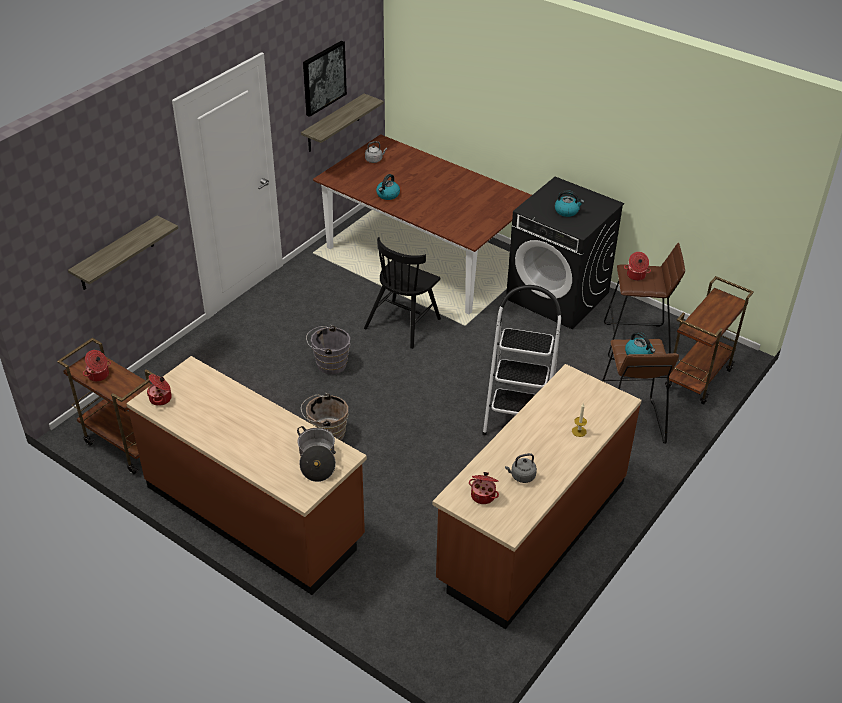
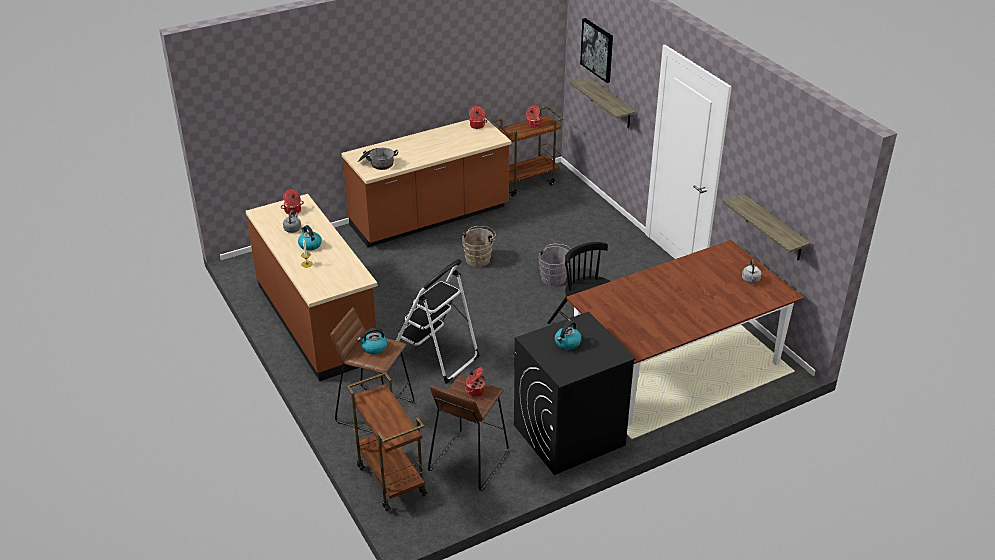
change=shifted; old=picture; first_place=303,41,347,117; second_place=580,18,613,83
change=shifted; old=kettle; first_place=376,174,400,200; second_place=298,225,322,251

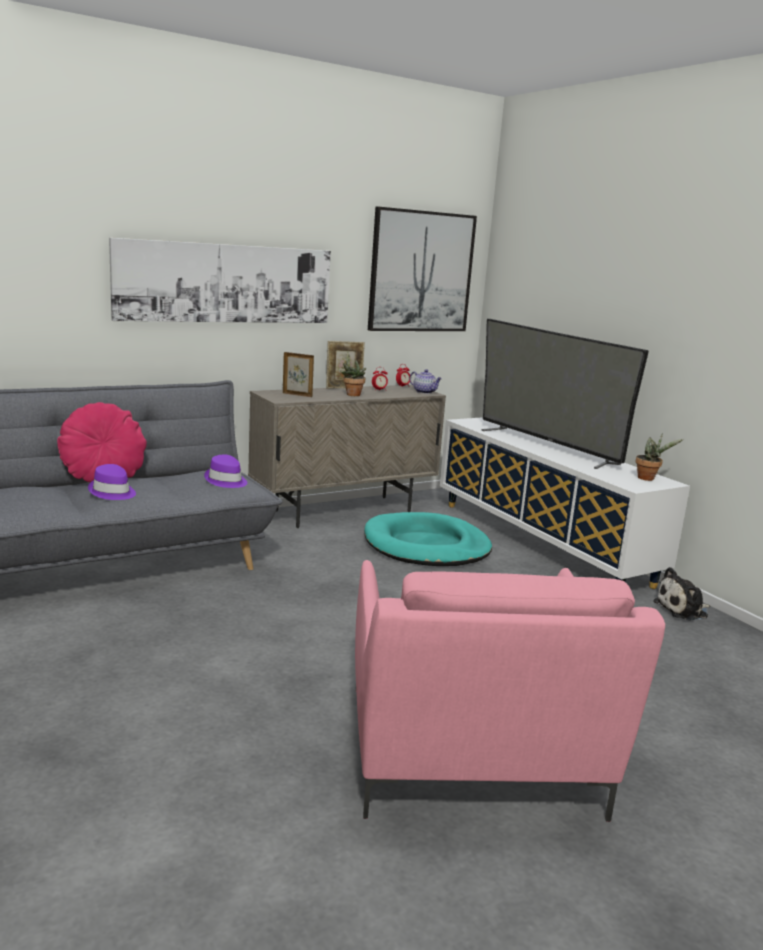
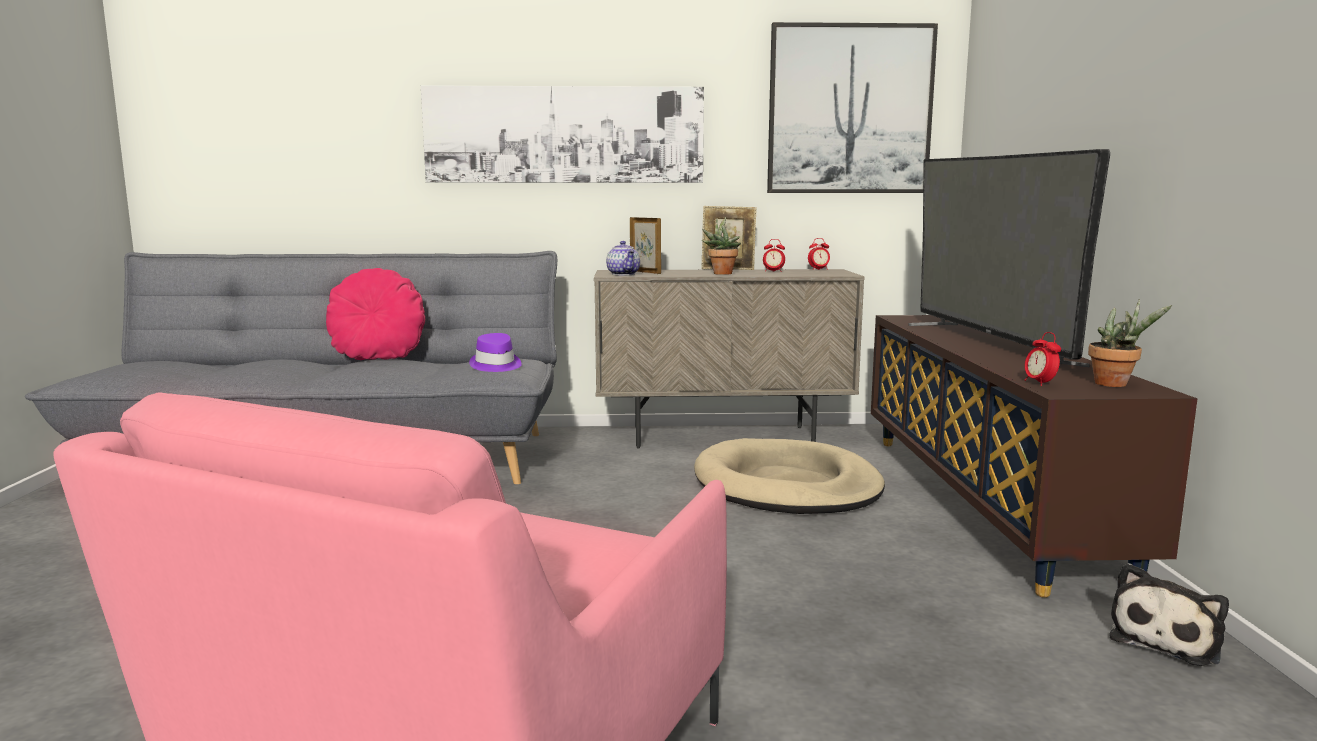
change=gone; old=purple hat; first_place=88,464,136,500
change=new; new=alarm clock; second_place=1025,332,1061,386
change=shifted; old=teapot; first_place=409,369,442,394; second_place=606,241,640,276
change=repainted; old=turquoise dog bed; new=beige dog bed; first_place=364,512,492,566; second_place=694,438,885,514
change=repainted; old=white tv stand; new=brown tv stand; first_place=440,417,690,589; second_place=871,315,1198,598
change=rotated; old=plush toy; first_place=653,567,710,620; second_place=1109,563,1229,666; degrees=-60

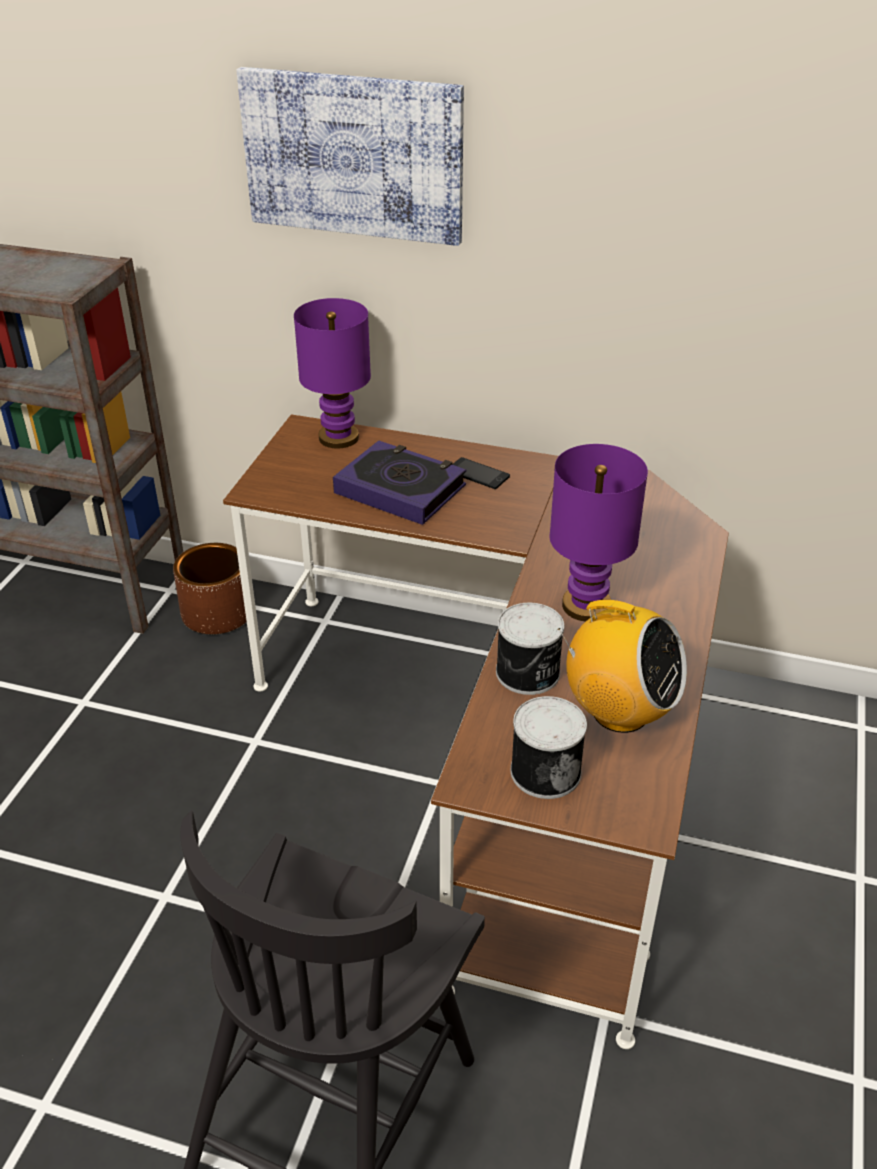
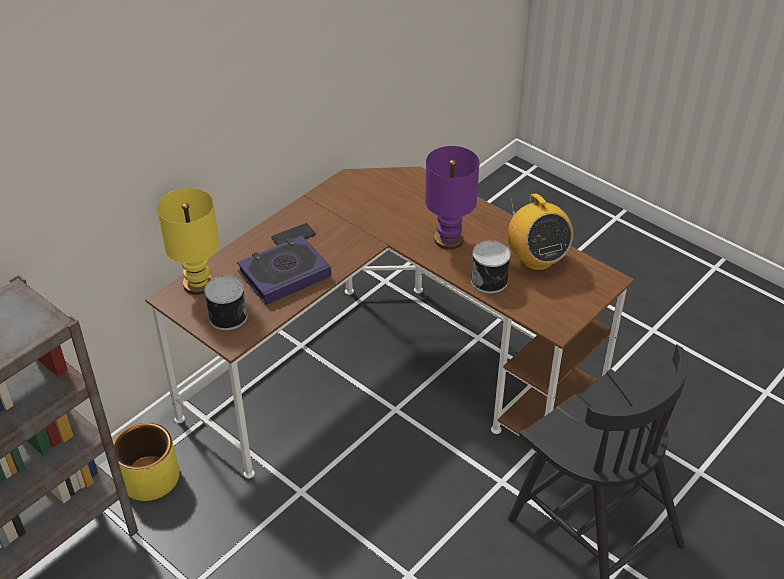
change=gone; old=picture; first_place=237,67,464,246
change=shifted; old=can; first_place=511,696,587,799; second_place=204,275,247,330
change=repainted; old=brown planter; new=yellow planter; first_place=173,543,247,635; second_place=113,422,179,501
change=repainted; old=purple table lamp; new=yellow table lamp; first_place=294,298,371,448; second_place=157,188,219,295
change=rotated; old=radio; first_place=558,600,687,733; second_place=508,194,573,271; degrees=105

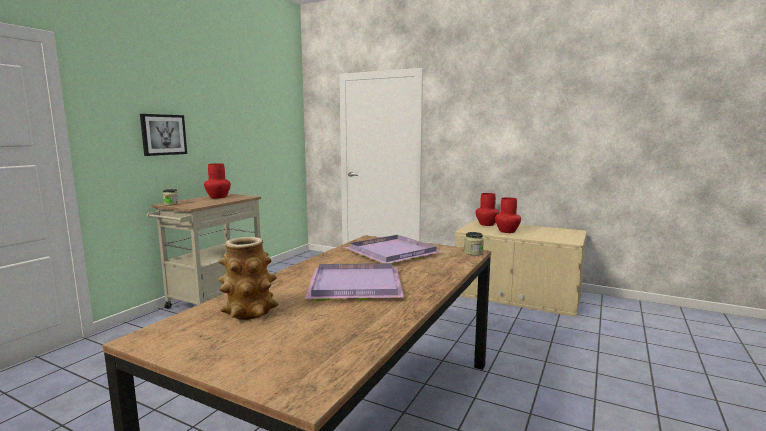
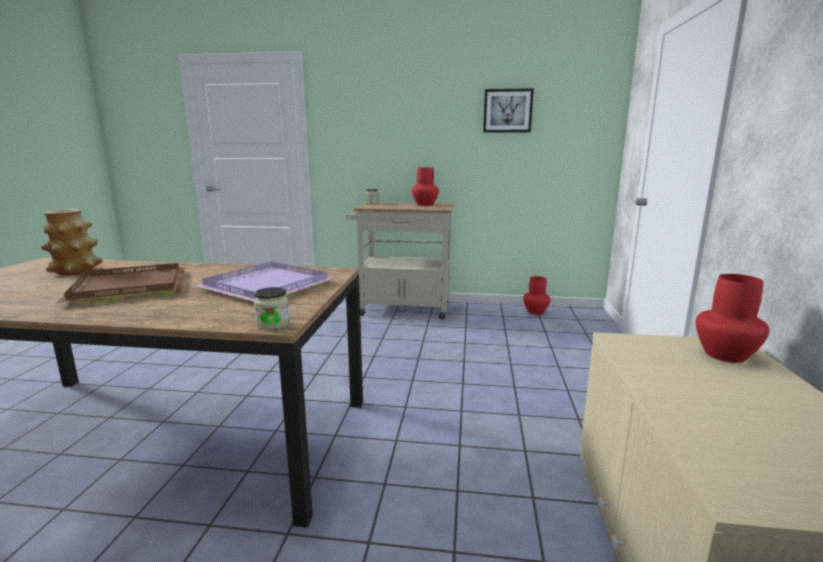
change=shifted; old=picture; first_place=140,114,187,156; second_place=483,88,534,133
change=shifted; old=red vase; first_place=495,197,521,233; second_place=523,276,550,314
change=repainted; old=purple tray; new=brown tray; first_place=305,263,404,301; second_place=56,263,185,303

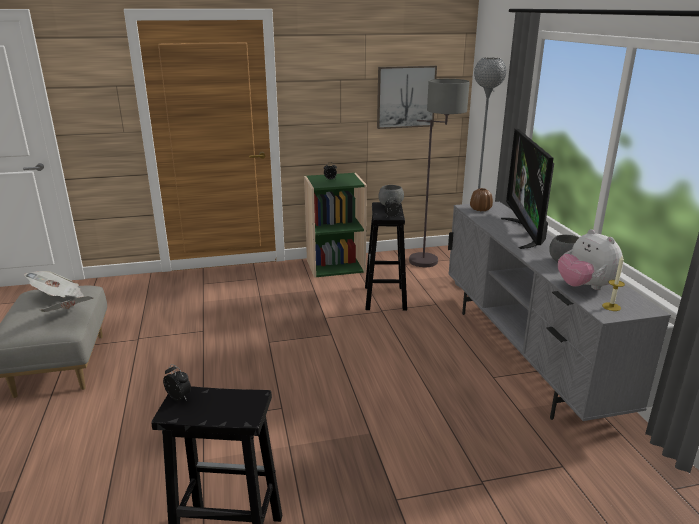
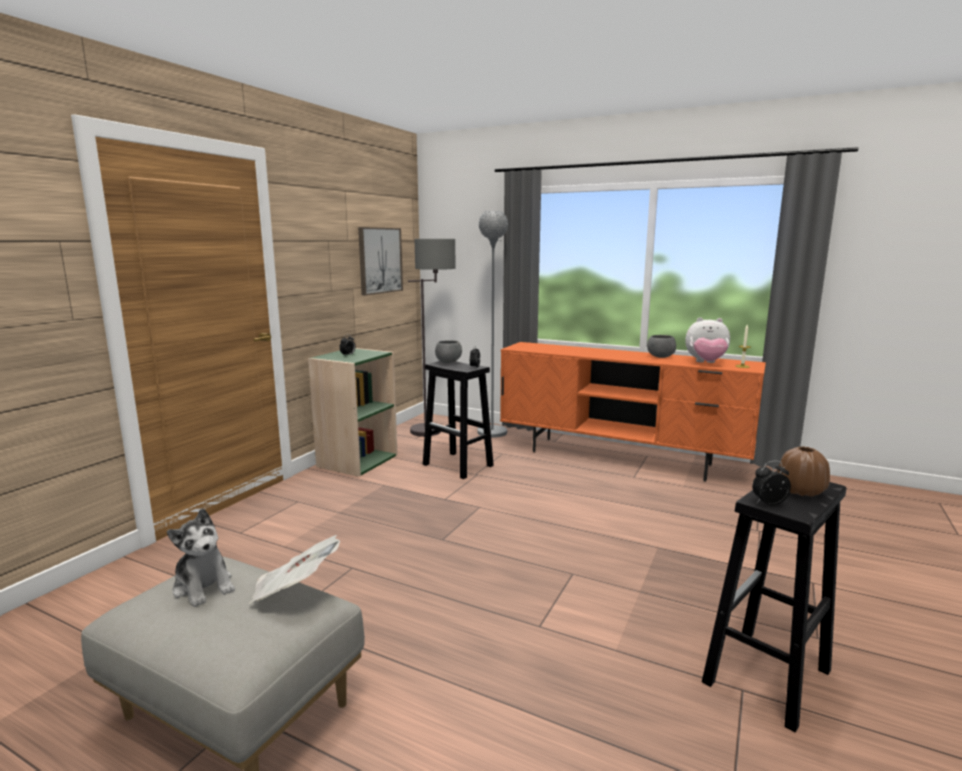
change=gone; old=television; first_place=501,129,554,249
change=shifted; old=brown vase; first_place=470,188,493,211; second_place=777,447,830,497
change=swapped; old=newspaper; new=plush toy; first_place=24,271,84,297; second_place=167,508,235,607
change=repainted; old=grey tv stand; new=orange tv stand; first_place=448,202,671,421; second_place=500,342,766,482

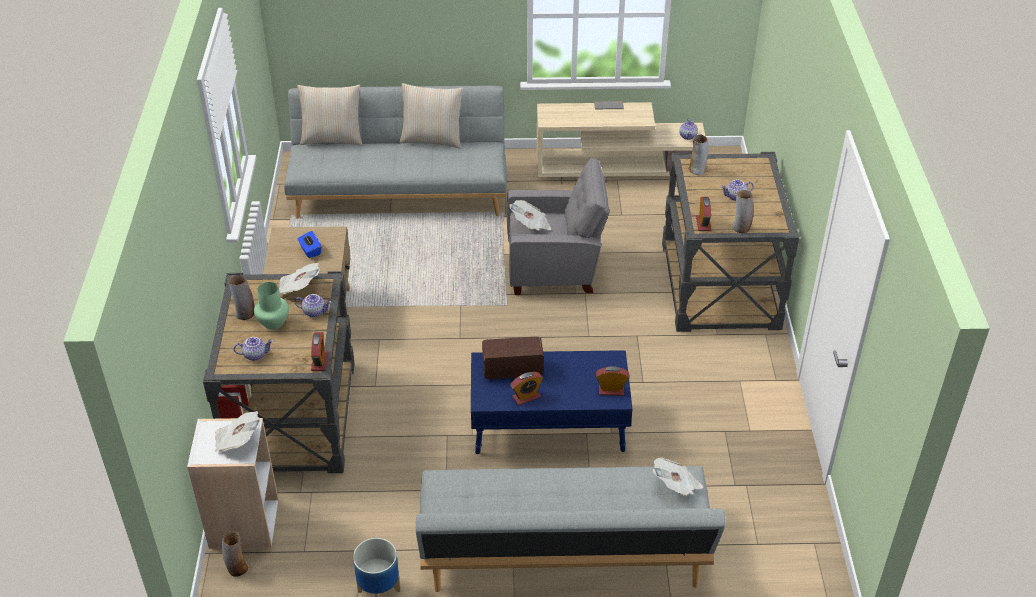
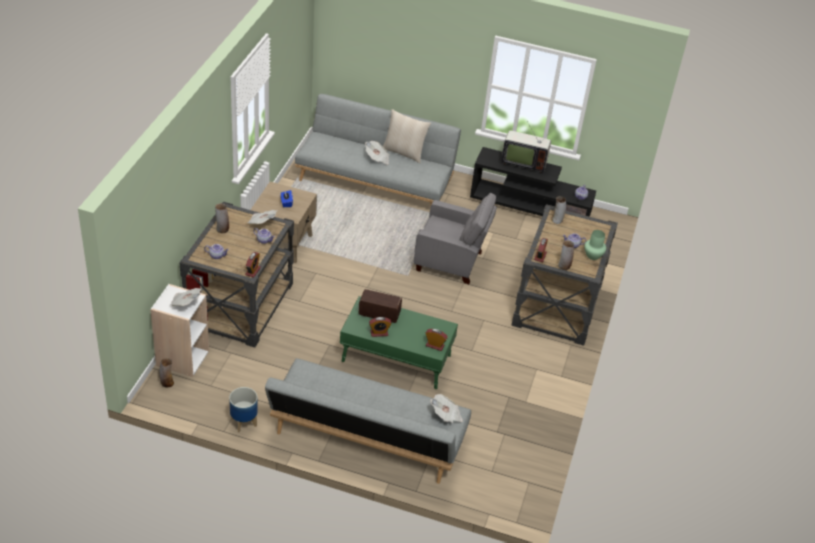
change=gone; old=beige pillow; first_place=297,85,363,146
change=new; new=television; second_place=501,123,551,173
change=shifted; old=green vase; first_place=254,282,289,330; second_place=584,230,606,260
change=shifted; old=newspaper; first_place=509,200,551,231; second_place=365,141,389,165
change=repainted; old=blue coffee table; new=green coffee table; first_place=471,350,633,454; second_place=340,296,458,389
change=repainted; old=beige tv stand; new=black tv stand; first_place=537,101,706,184; second_place=470,147,596,217

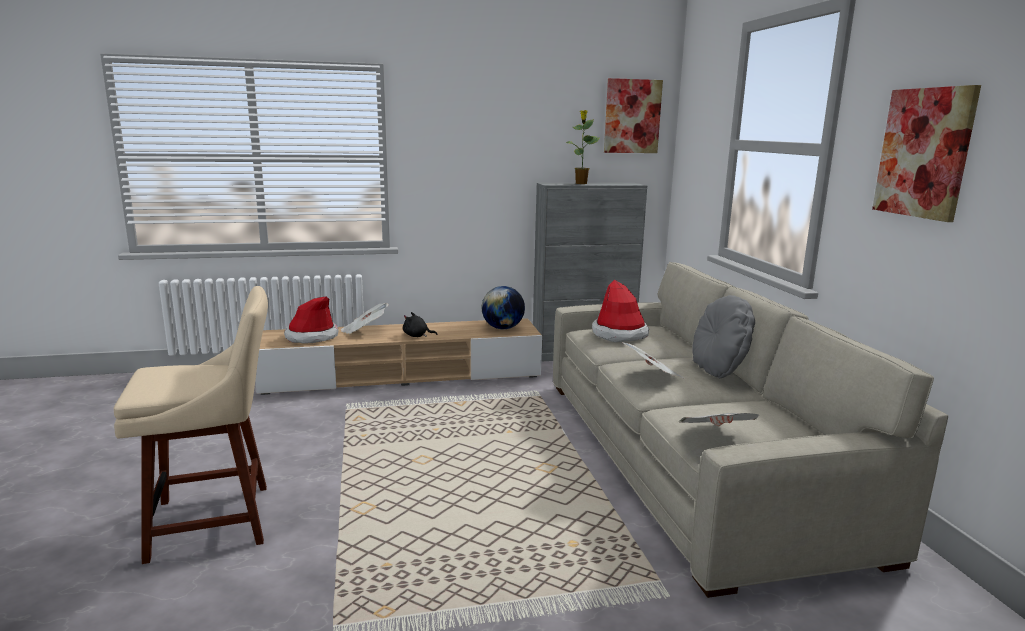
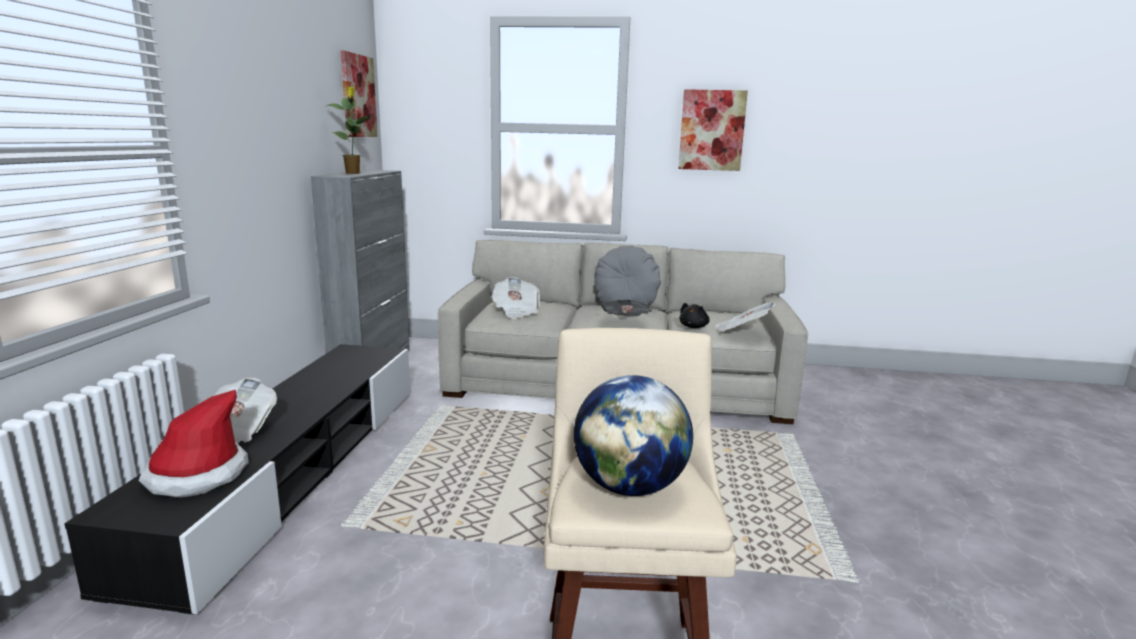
change=shifted; old=black plush toy; first_place=403,312,438,337; second_place=680,303,710,328
change=shifted; old=globe; first_place=482,286,525,329; second_place=574,375,693,496
change=swapped; old=hat; new=newspaper; first_place=592,280,649,342; second_place=491,277,540,319
change=repainted; old=beige tv stand; new=black tv stand; first_place=255,318,542,395; second_place=64,344,410,615

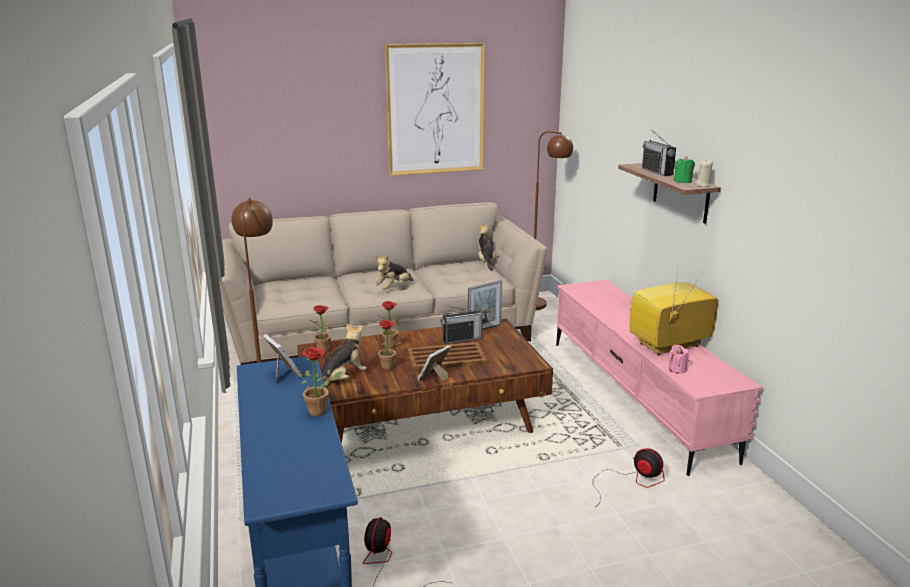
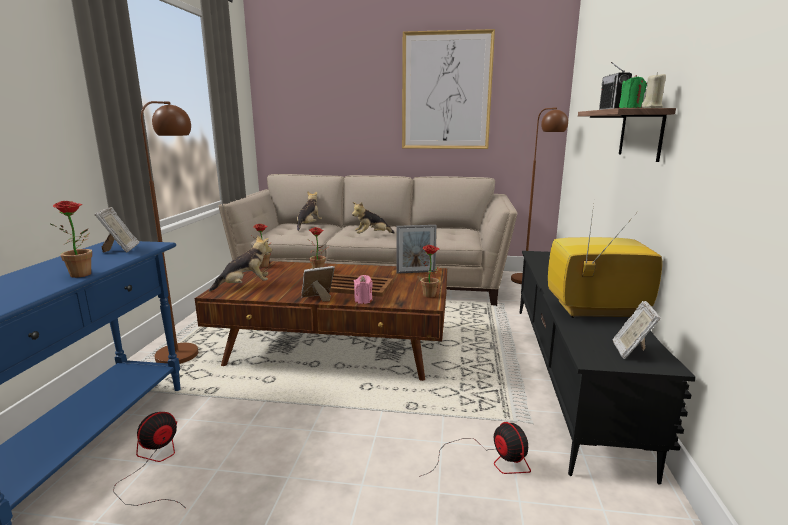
change=gone; old=radio; first_place=440,306,485,344
change=new; new=picture frame; second_place=612,301,661,359
change=shifted; old=potted plant; first_place=375,320,401,370; second_place=419,245,440,298
change=shifted; old=plush toy; first_place=478,224,499,271; second_place=297,191,322,231
change=shifted; old=pink candle; first_place=668,345,689,374; second_place=354,275,373,304
change=repainted; old=pink tv stand; new=black tv stand; first_place=556,280,763,476; second_place=519,251,696,485

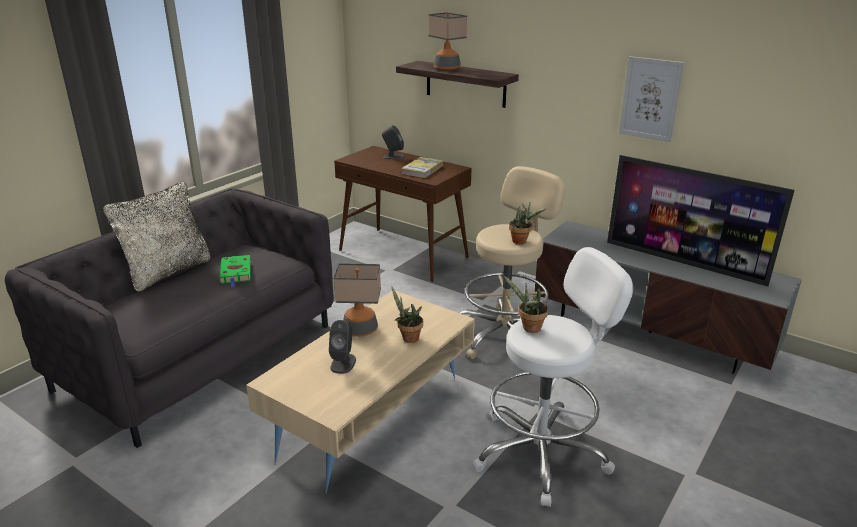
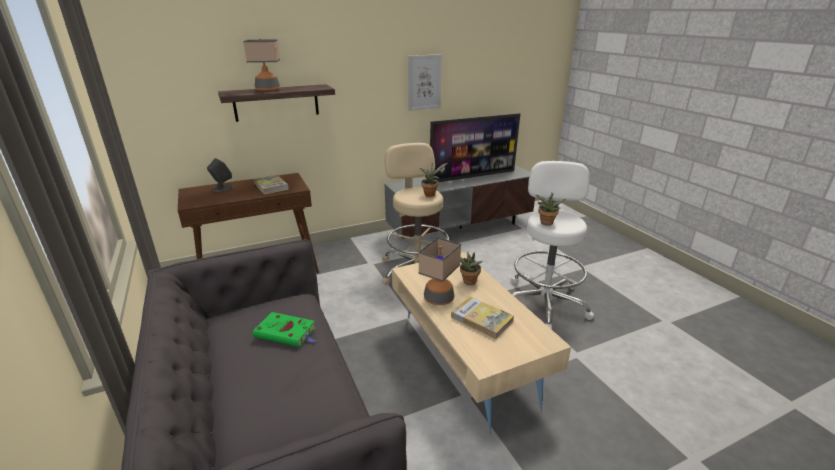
change=gone; old=beige pillow; first_place=103,182,211,292
change=swapped; old=grey speaker; new=book; first_place=329,320,356,374; second_place=451,297,514,339

